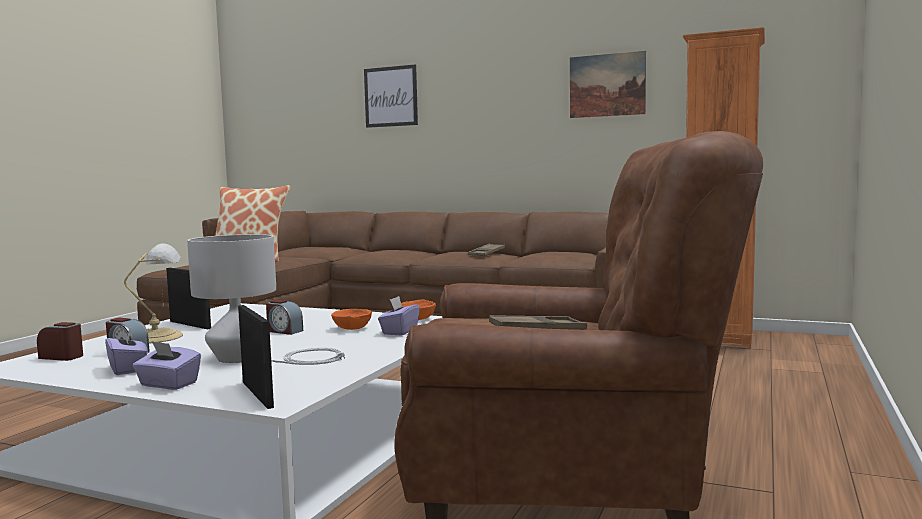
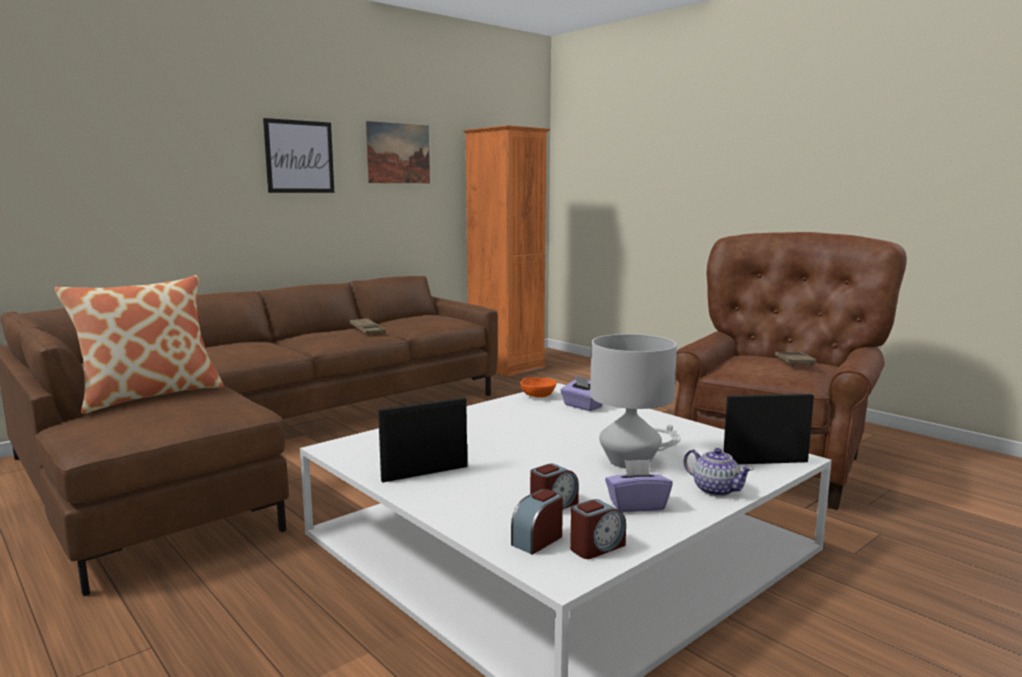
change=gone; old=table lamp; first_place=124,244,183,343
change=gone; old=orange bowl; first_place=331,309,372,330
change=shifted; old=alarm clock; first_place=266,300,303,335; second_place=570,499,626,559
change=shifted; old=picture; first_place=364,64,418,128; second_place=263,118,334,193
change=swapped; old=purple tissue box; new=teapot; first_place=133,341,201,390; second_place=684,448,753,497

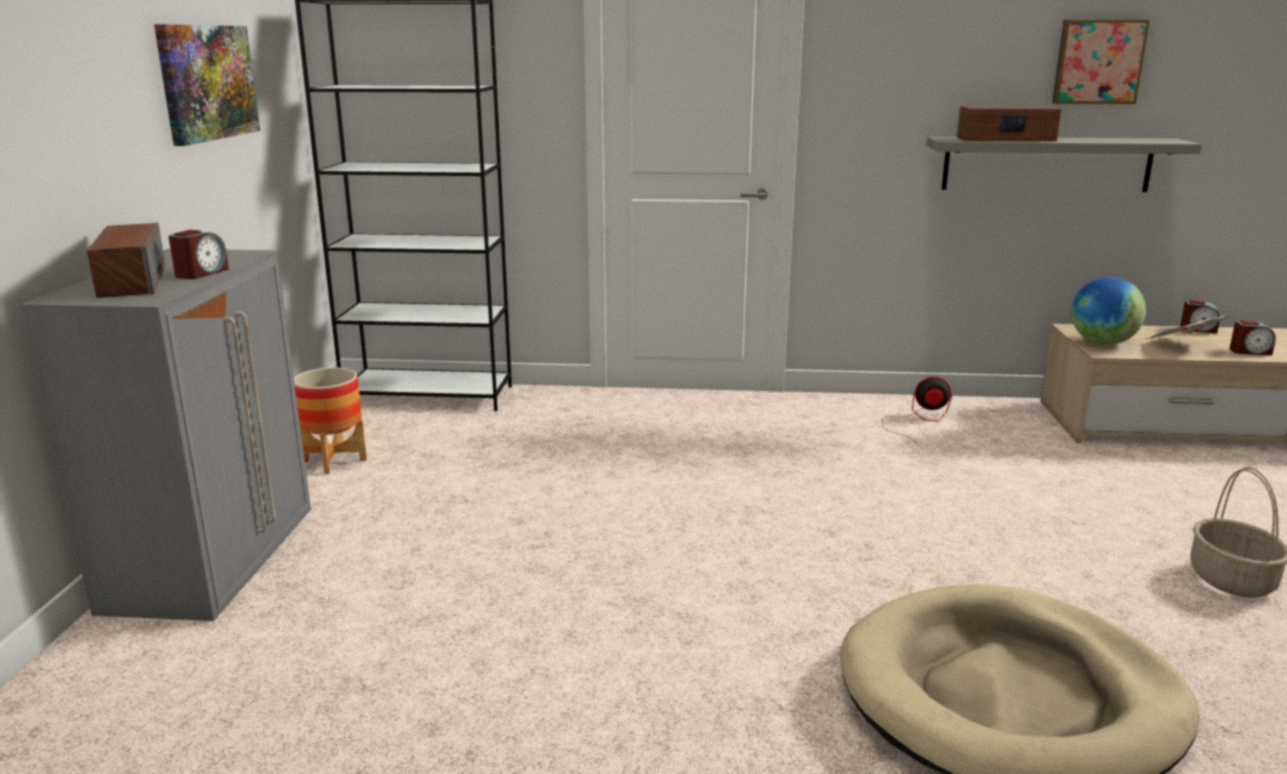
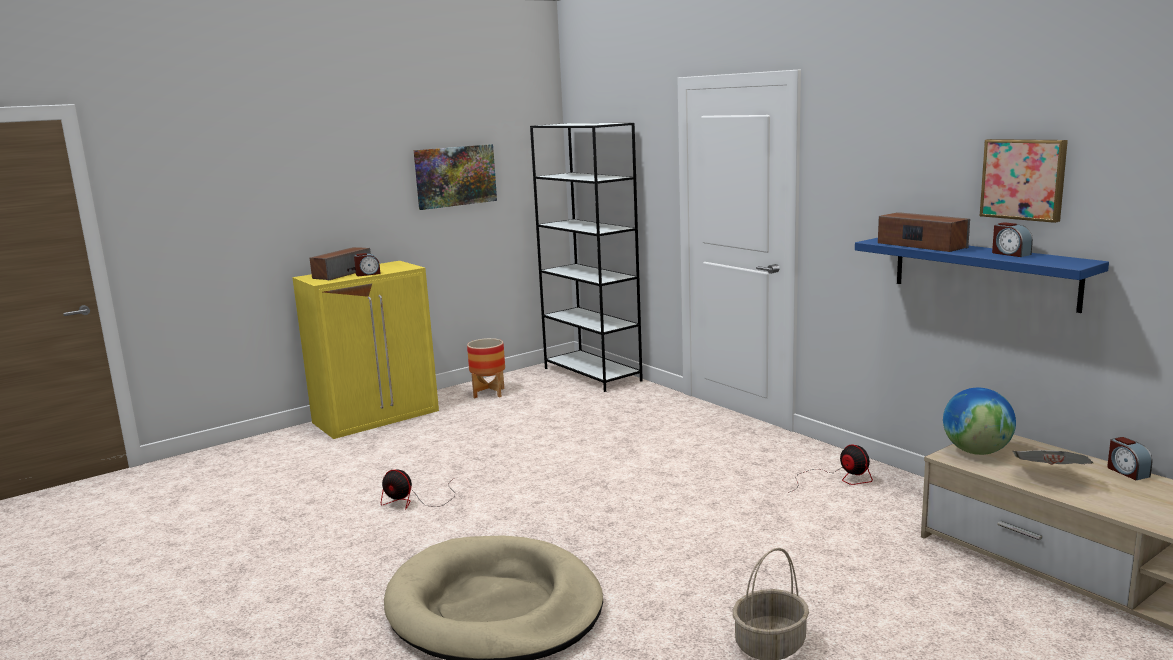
change=new; new=fan; second_place=381,470,454,510
change=shifted; old=alarm clock; first_place=1229,320,1276,355; second_place=992,222,1033,257
change=repainted; old=grey cabinet; new=yellow cabinet; first_place=20,249,311,621; second_place=292,261,439,439
change=repainted; old=grey shelf; new=blue shelf; first_place=926,137,1202,192; second_place=855,238,1109,313

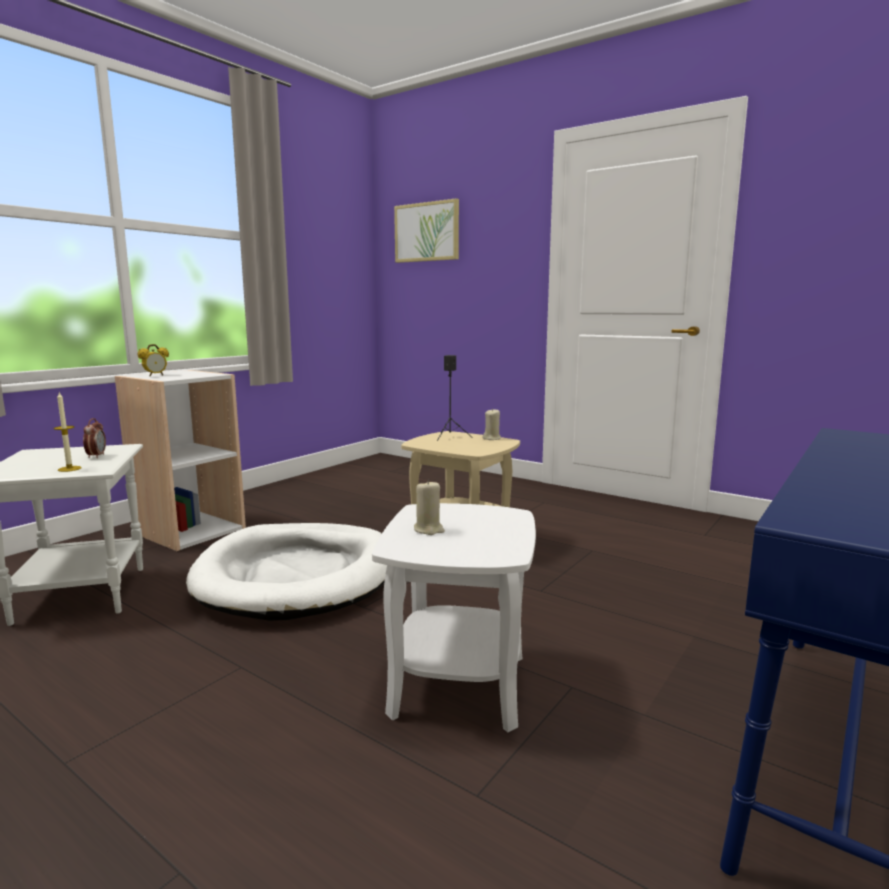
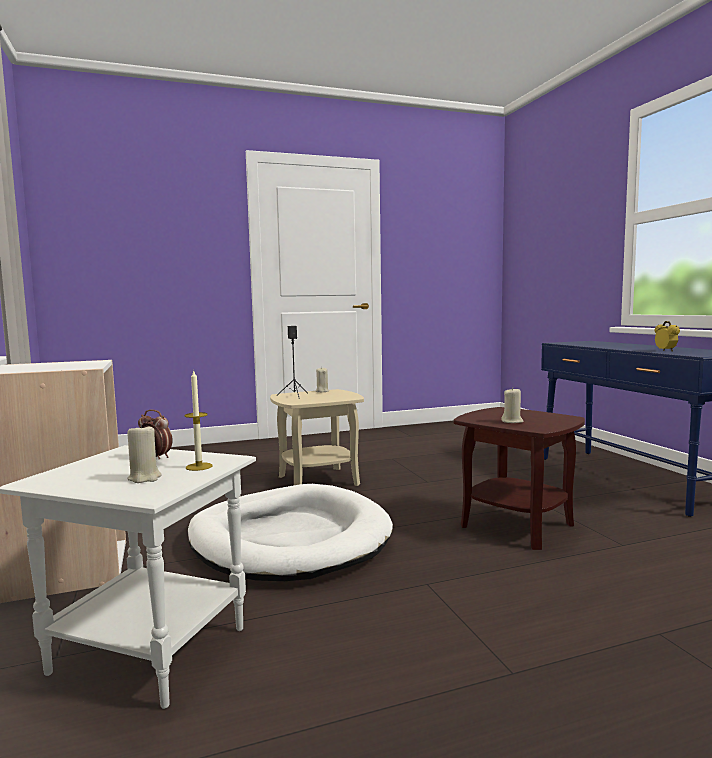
change=gone; old=picture; first_place=394,198,459,263
change=new; new=beige candle; second_place=127,423,162,483
change=shifted; old=alarm clock; first_place=138,344,169,376; second_place=654,321,680,352
change=repainted; old=white side table; new=brown side table; first_place=372,503,536,732; second_place=454,407,585,550

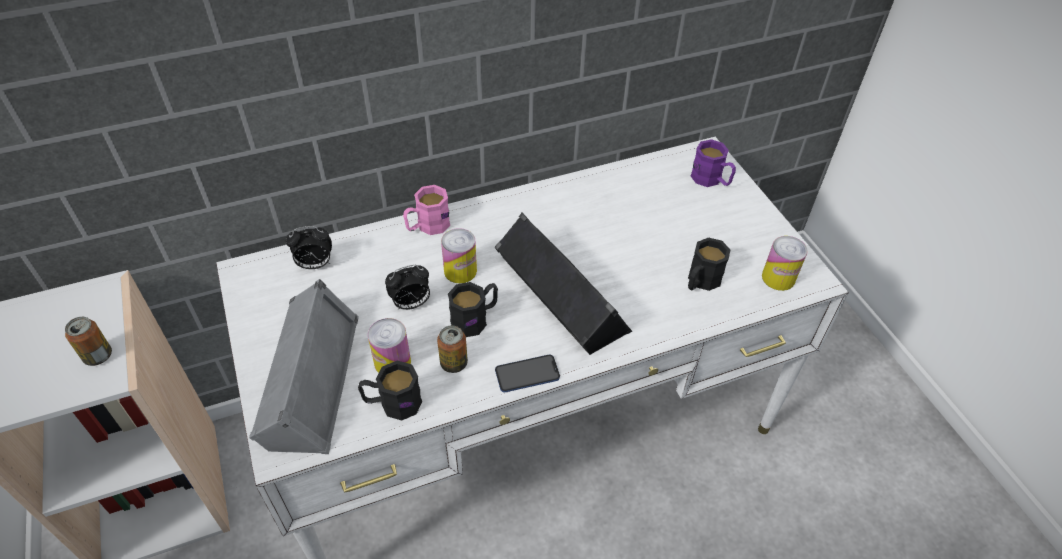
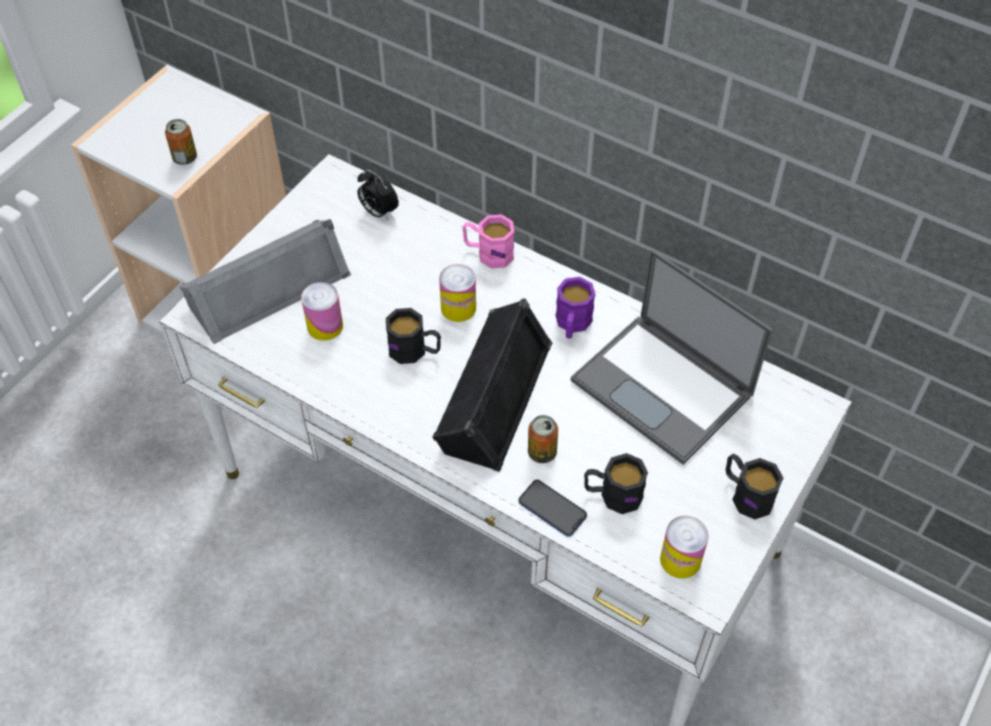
change=gone; old=alarm clock; first_place=385,265,430,310
change=new; new=laptop; second_place=571,249,773,465
change=shifted; old=black mug; first_place=358,361,422,421; second_place=726,454,783,519
change=shifted; old=can; first_place=437,326,468,373; second_place=528,415,558,463
change=shifted; old=phone; first_place=495,354,560,392; second_place=519,480,587,537
change=shifted; old=purple mug; first_place=690,139,736,187; second_place=555,277,596,339

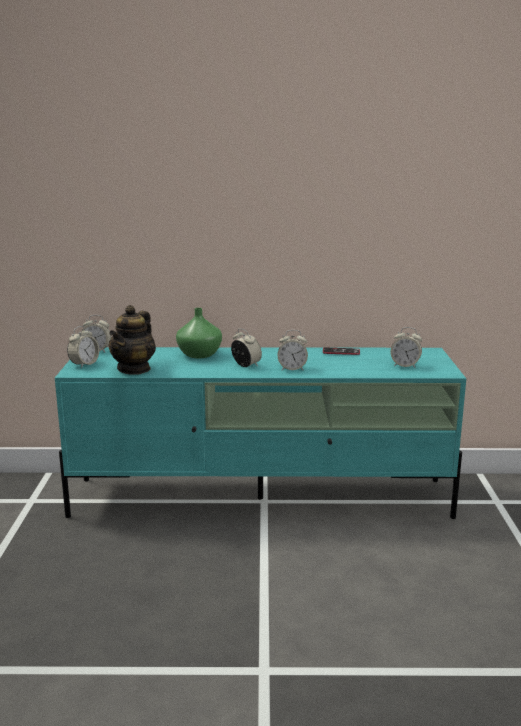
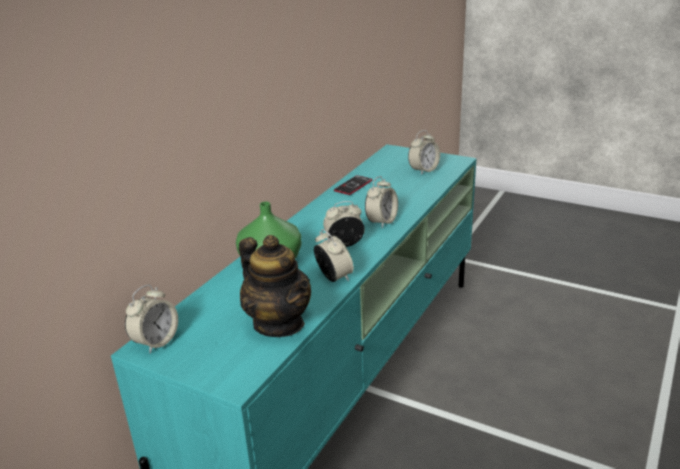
change=shifted; old=alarm clock; first_place=67,326,99,368; second_place=314,229,354,282

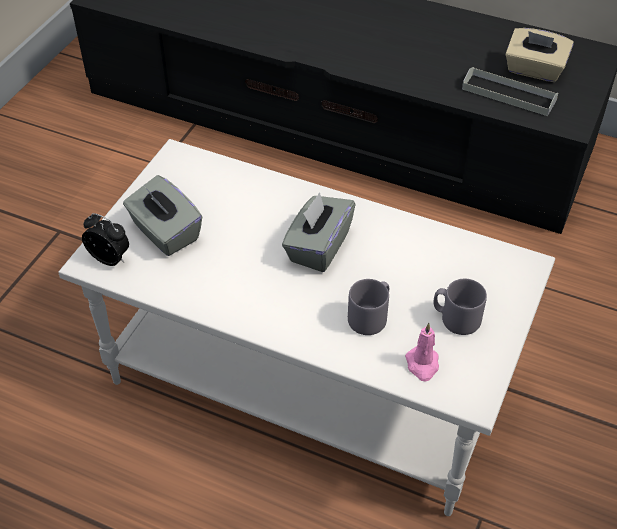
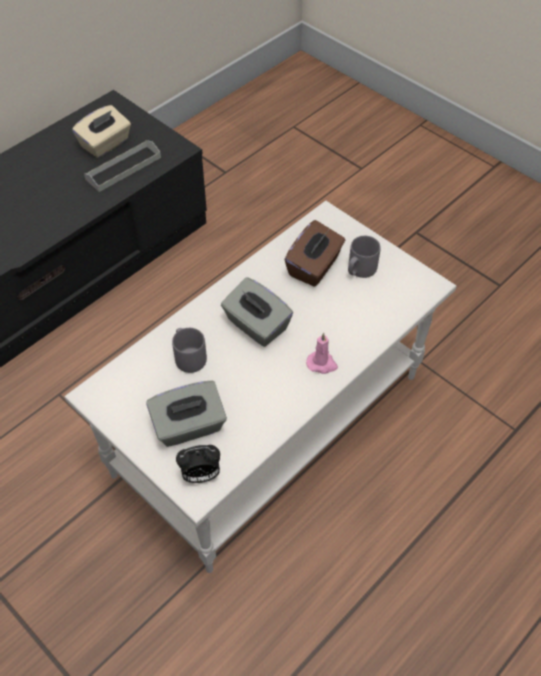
change=new; new=brown tissue box; second_place=284,220,345,287
change=shifted; old=grey mug; first_place=348,279,389,335; second_place=172,328,207,373
change=shifted; old=pink candle; first_place=405,323,439,382; second_place=306,333,338,374
change=rotated; old=alarm clock; first_place=82,213,129,266; second_place=176,445,220,483; degrees=-150

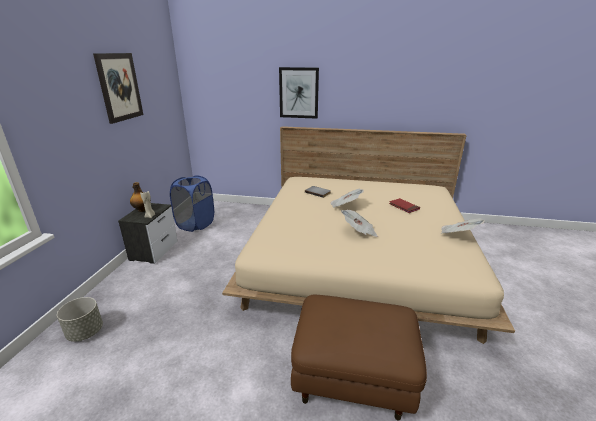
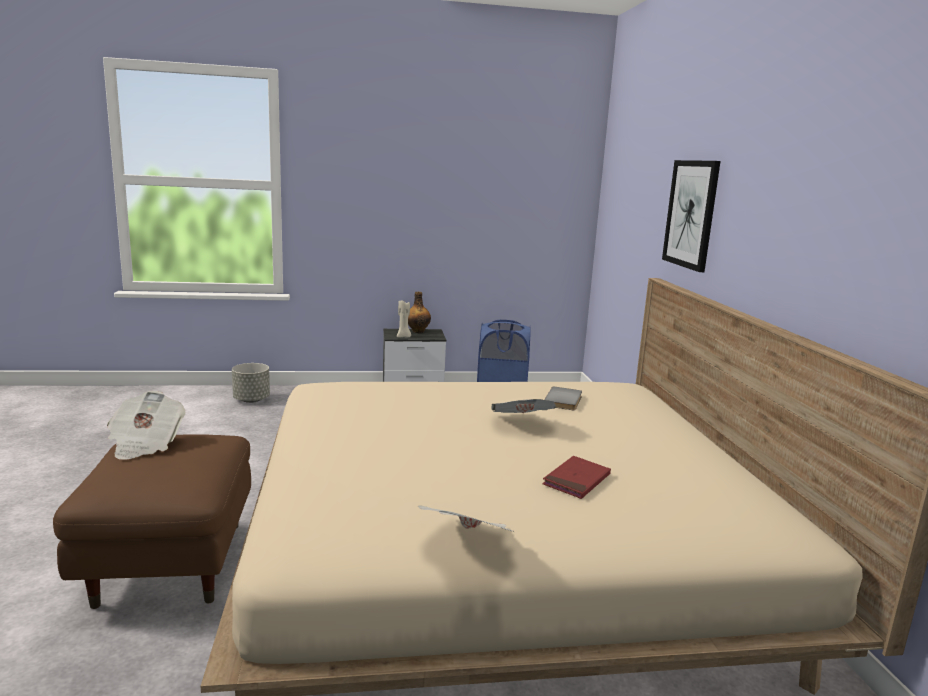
change=gone; old=picture; first_place=93,53,143,124
change=shifted; old=newspaper; first_place=341,210,378,237; second_place=107,391,185,460

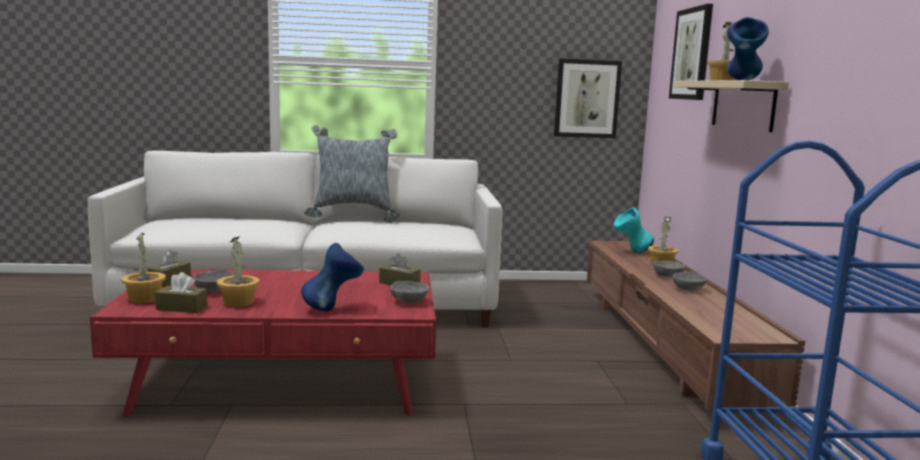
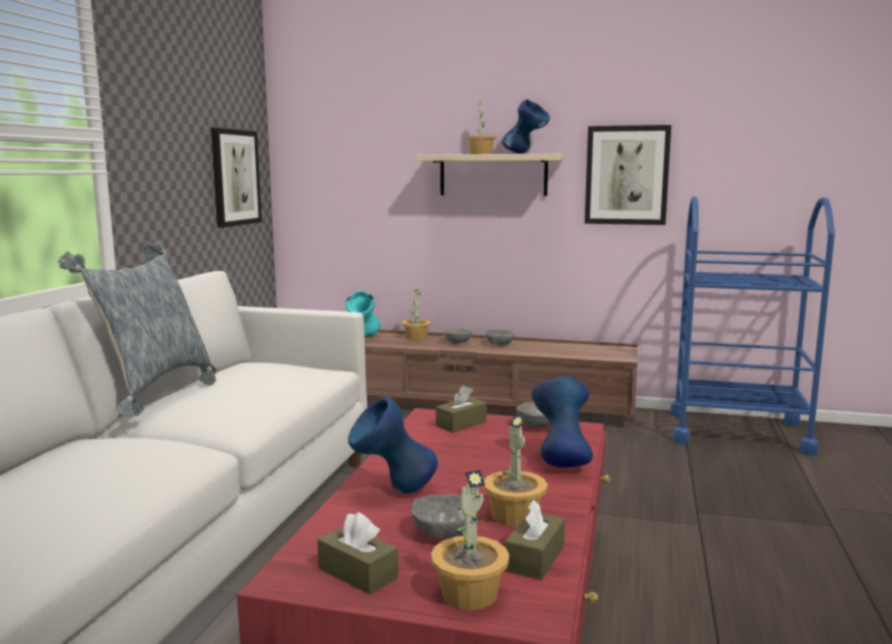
change=new; new=blue vase; second_place=348,397,438,494
change=shifted; old=picture; first_place=669,4,713,100; second_place=585,125,671,225

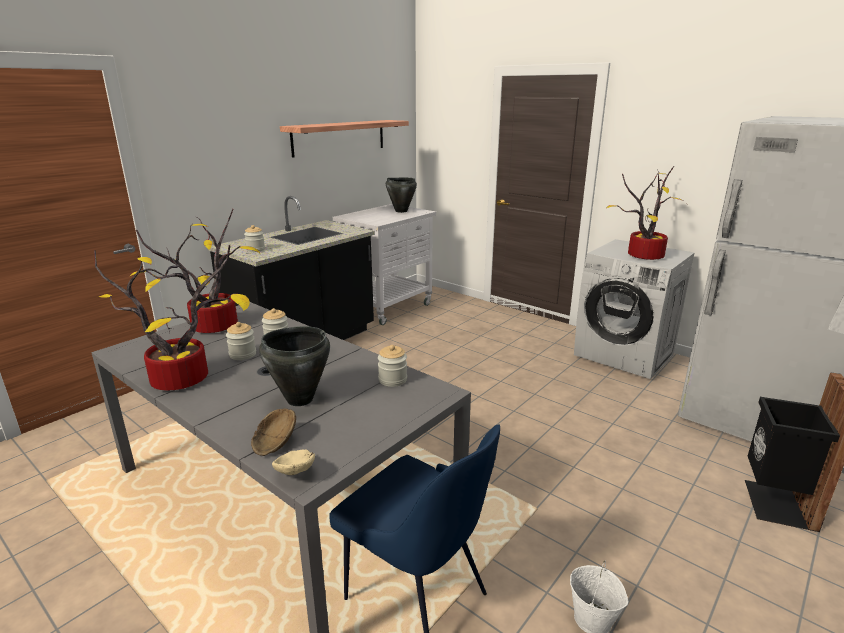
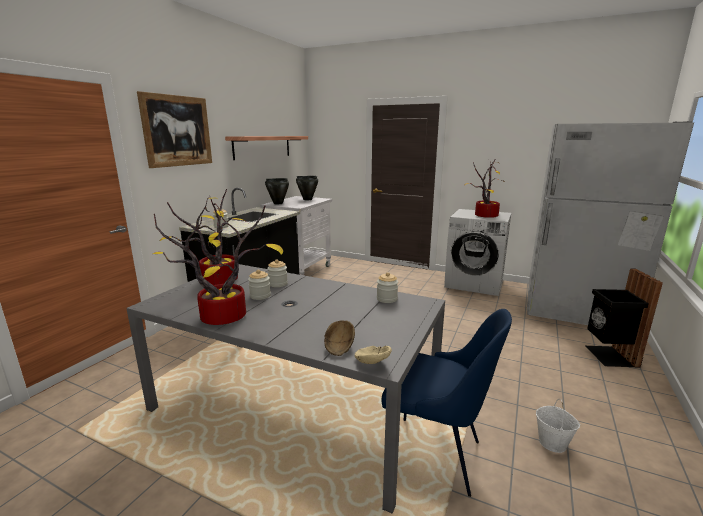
change=new; new=picture; second_place=137,91,212,168
change=shifted; old=black cooking pot; first_place=259,326,330,406; second_place=265,178,289,204

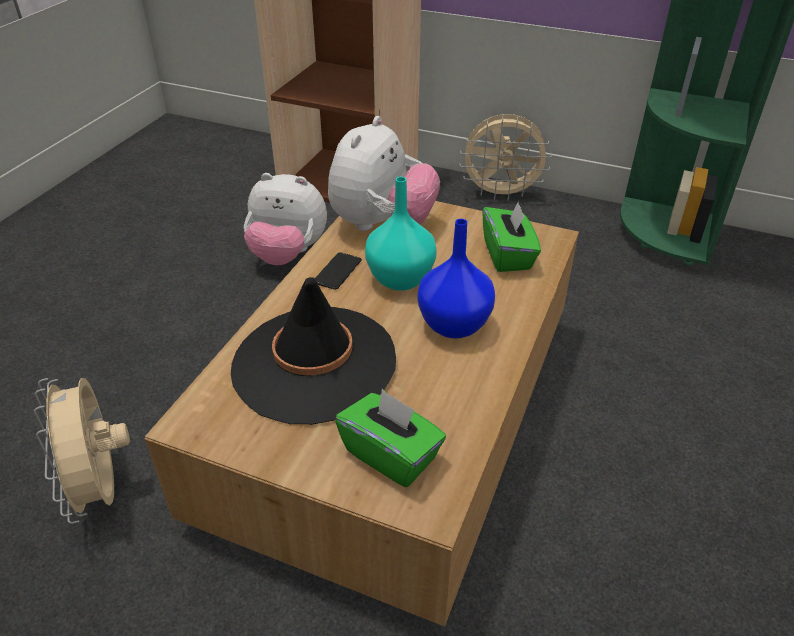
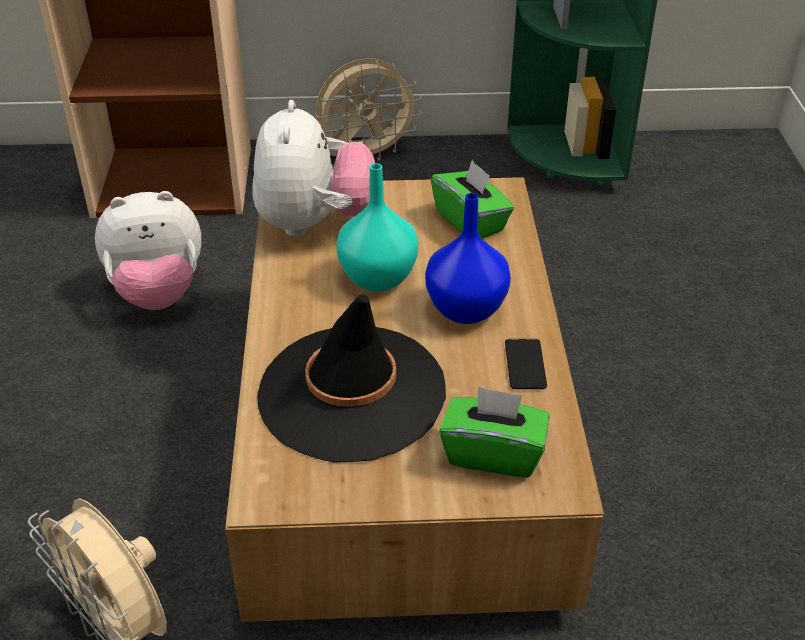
change=shifted; old=phone; first_place=315,252,362,290; second_place=505,339,547,389

